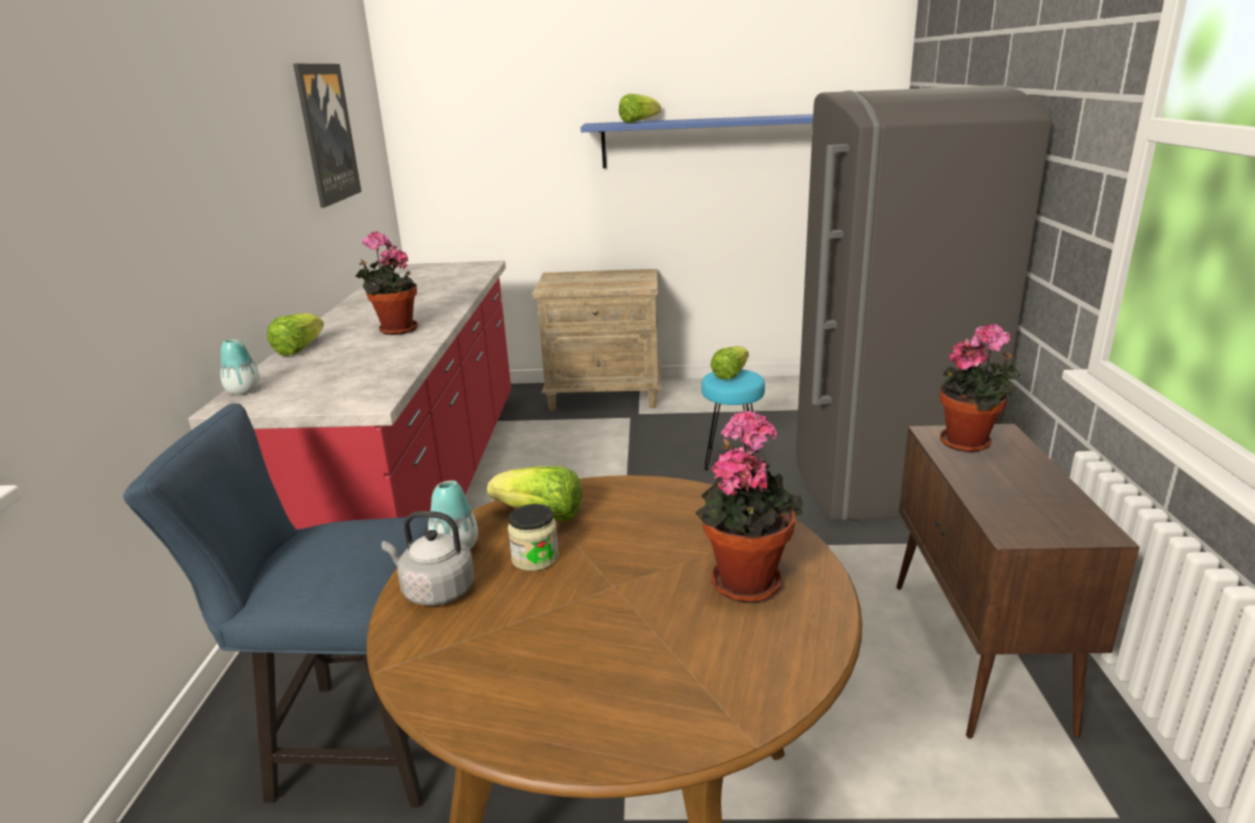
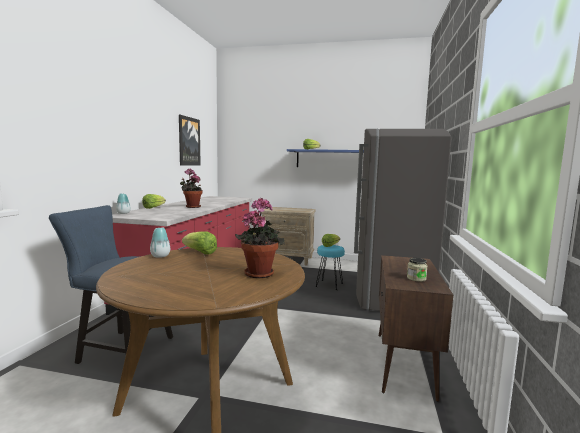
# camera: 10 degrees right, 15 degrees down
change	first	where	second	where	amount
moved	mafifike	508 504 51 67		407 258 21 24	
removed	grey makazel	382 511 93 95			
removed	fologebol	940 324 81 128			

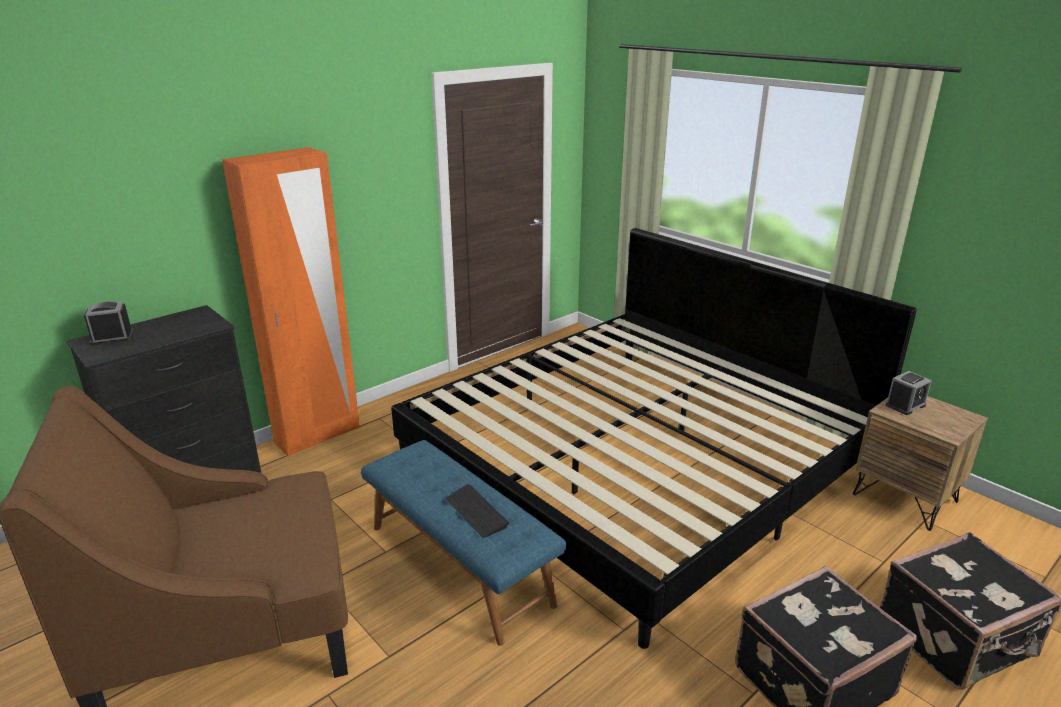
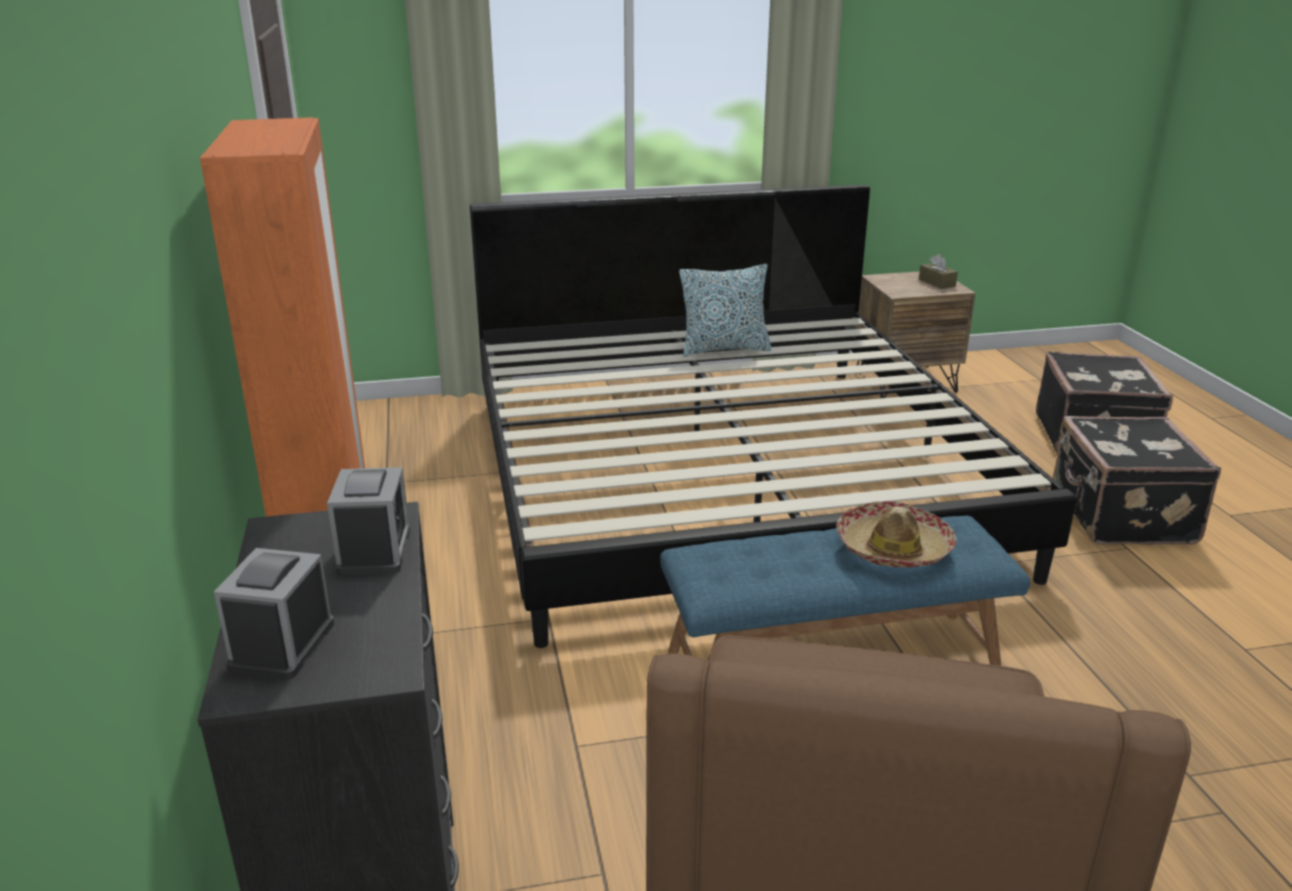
# camera: 60 degrees left, 0 degrees up
change	first	where	second	where	amount
moved	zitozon	886 371 46 44		327 467 83 108	
added			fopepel	679 264 93 92	
replaced	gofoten	446 484 63 54	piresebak	836 501 121 66	
added			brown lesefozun	919 254 39 35	

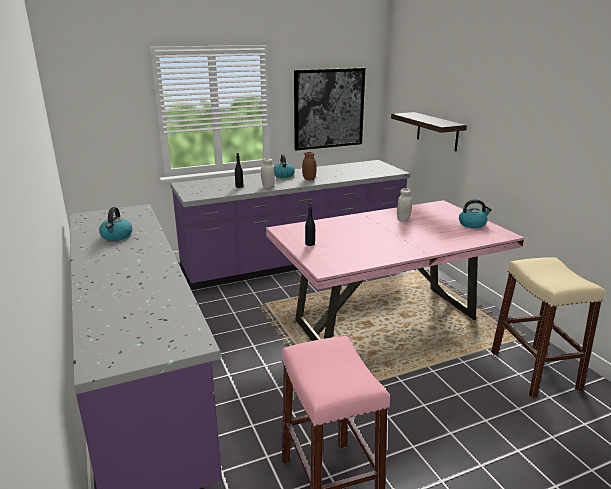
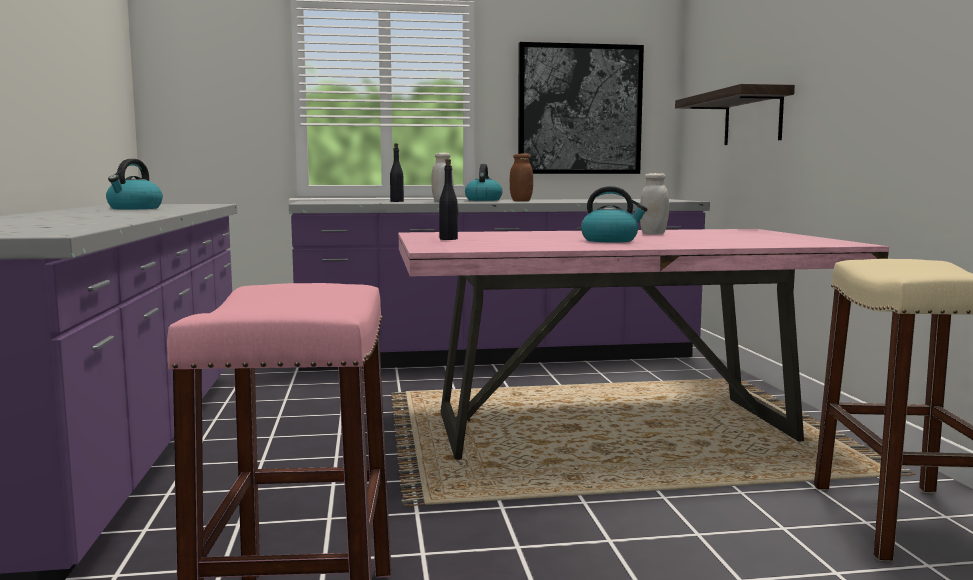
# camera: 15 degrees right, 15 degrees down
change	first	where	second	where	amount
moved	makazel	459 199 33 29		581 186 67 56	

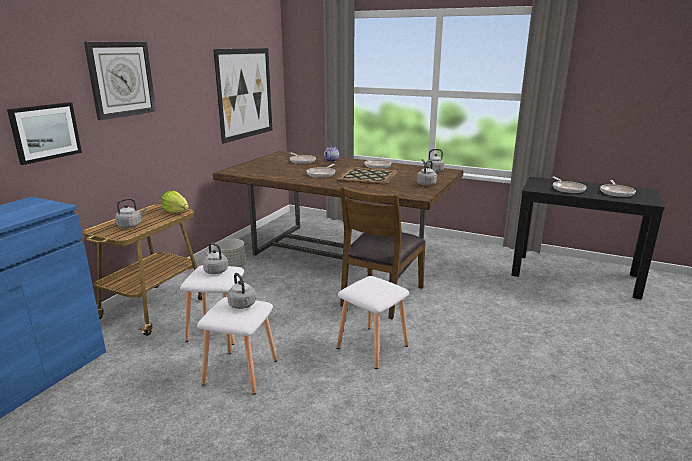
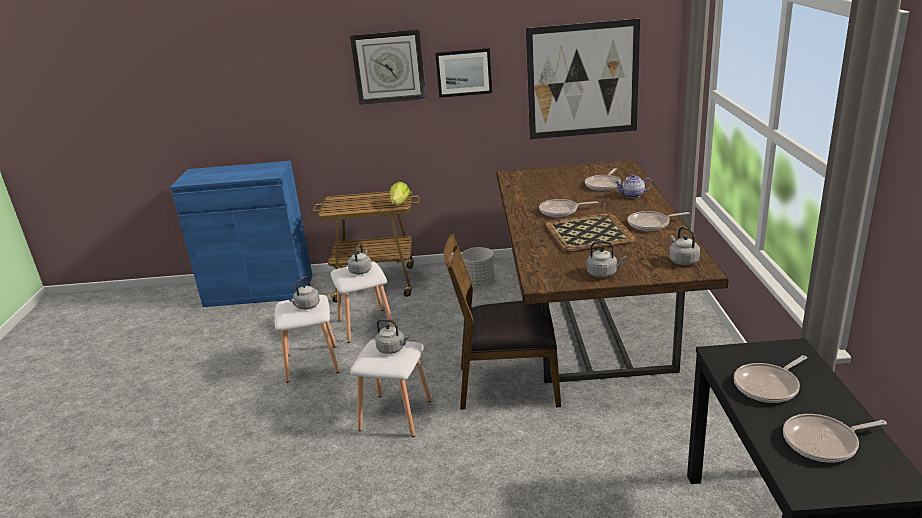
# camera: 65 degrees right, 5 degrees up
change	first	where	second	where	amount
moved	grey makazel	115 198 32 30		375 319 34 35	
moved	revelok	7 102 75 63		435 48 57 50	

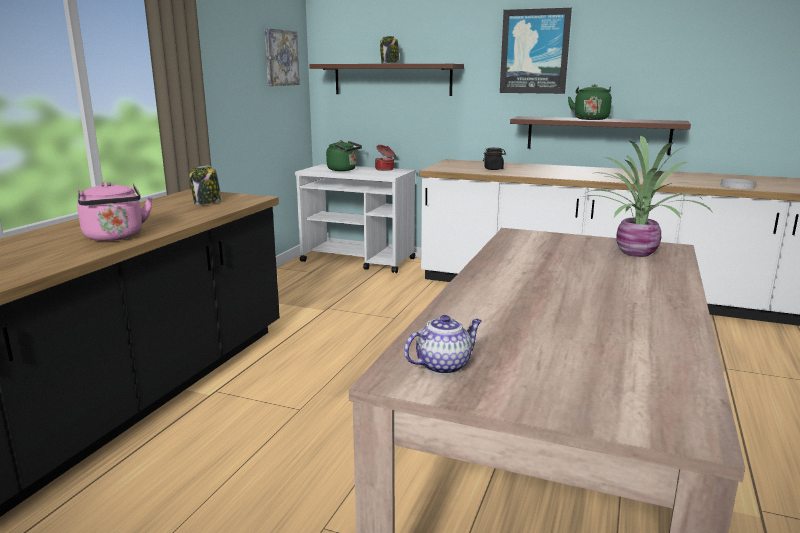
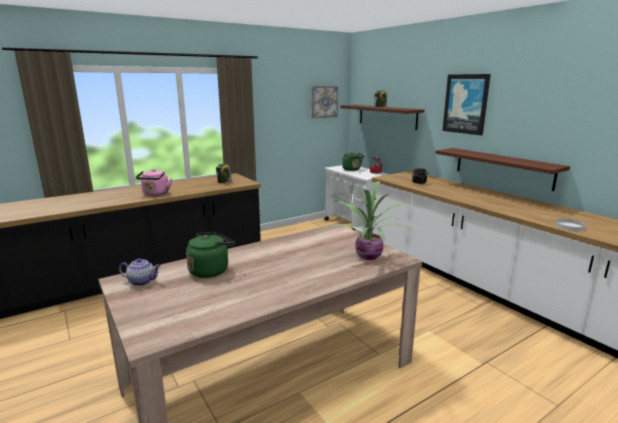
# camera: 35 degrees right, 0 degrees up
change	first	where	second	where	amount
moved	green makazel	568 84 44 36		186 232 49 46	

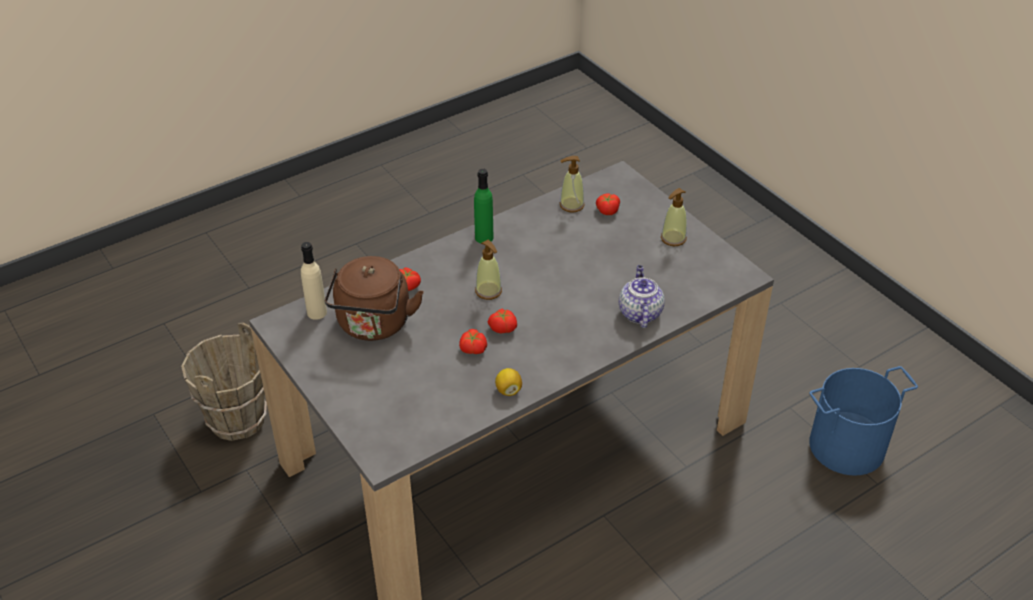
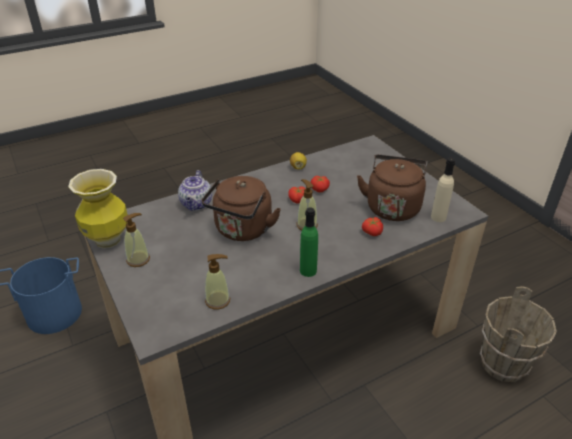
# camera: 175 degrees left, 5 degrees down
change	first	where	second	where	amount
added			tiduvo	68 169 60 80	
added			brown makazel	201 176 80 65	
removed	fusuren	596 194 24 21			

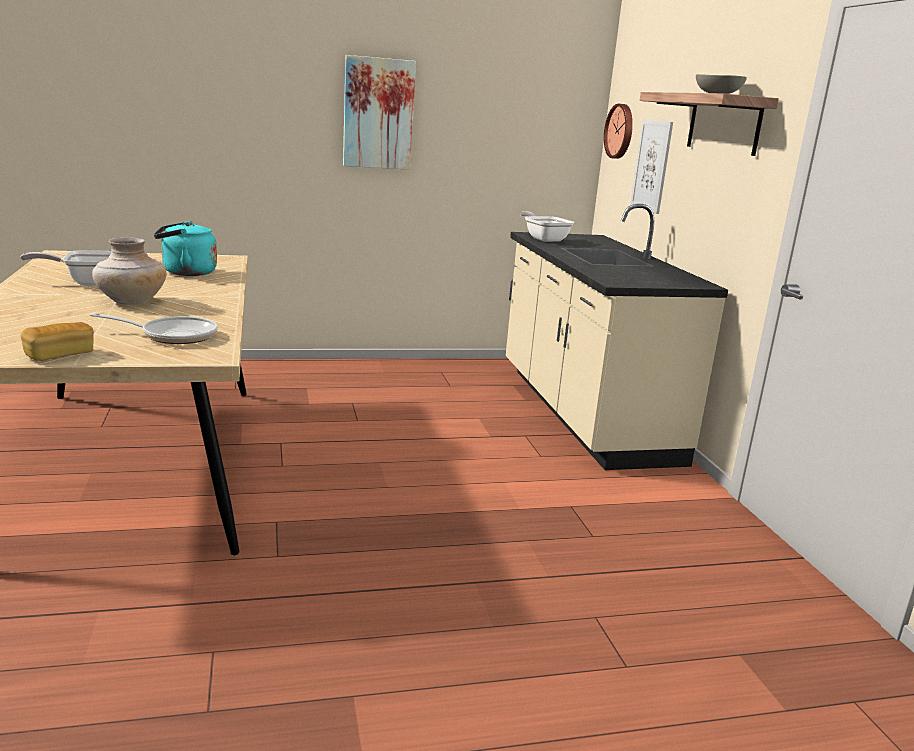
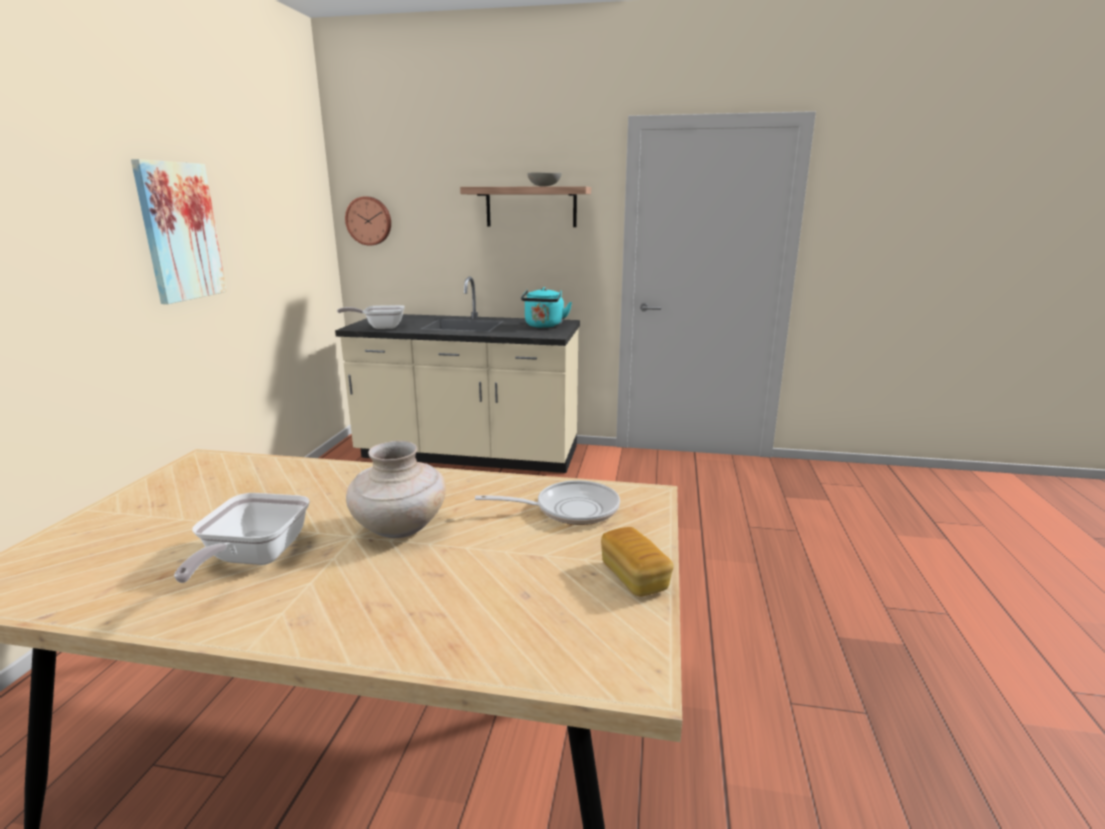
# camera: 65 degrees left, 0 degrees up
change	first	where	second	where	amount
turned	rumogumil	90 313 128 31		475 480 145 45	60 degrees clockwise
moved	turquoise makazel	154 221 63 55		521 287 51 41	
removed	revelok	630 119 43 95			

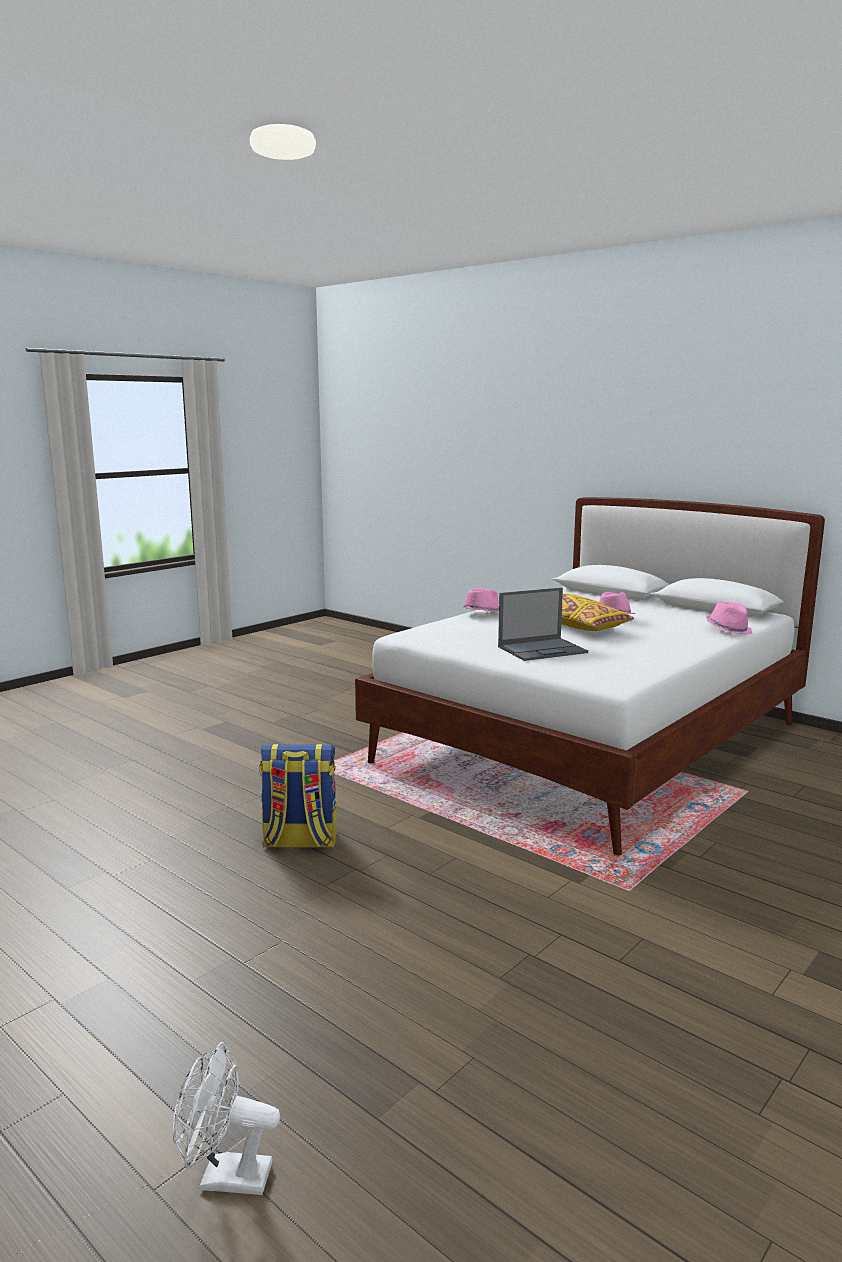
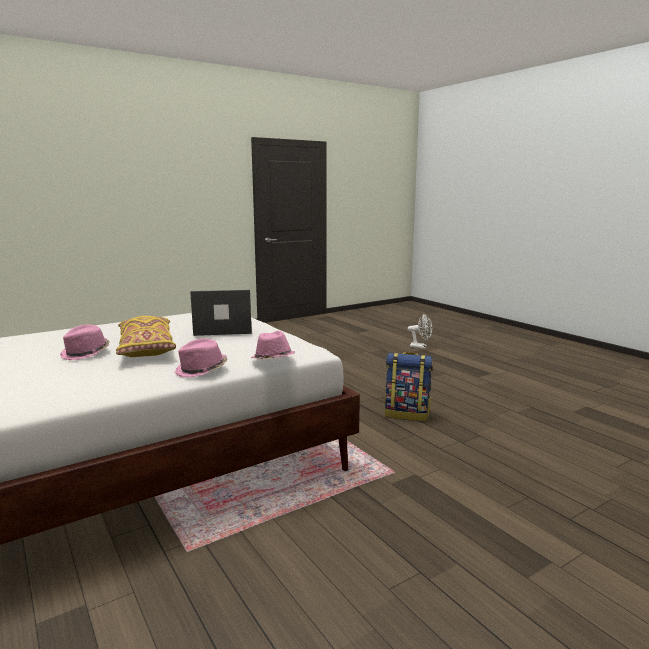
# camera: 165 degrees left, 0 degrees up
change	first	where	second	where	amount
moved	pink piresebak	706 602 46 33		251 331 44 28	

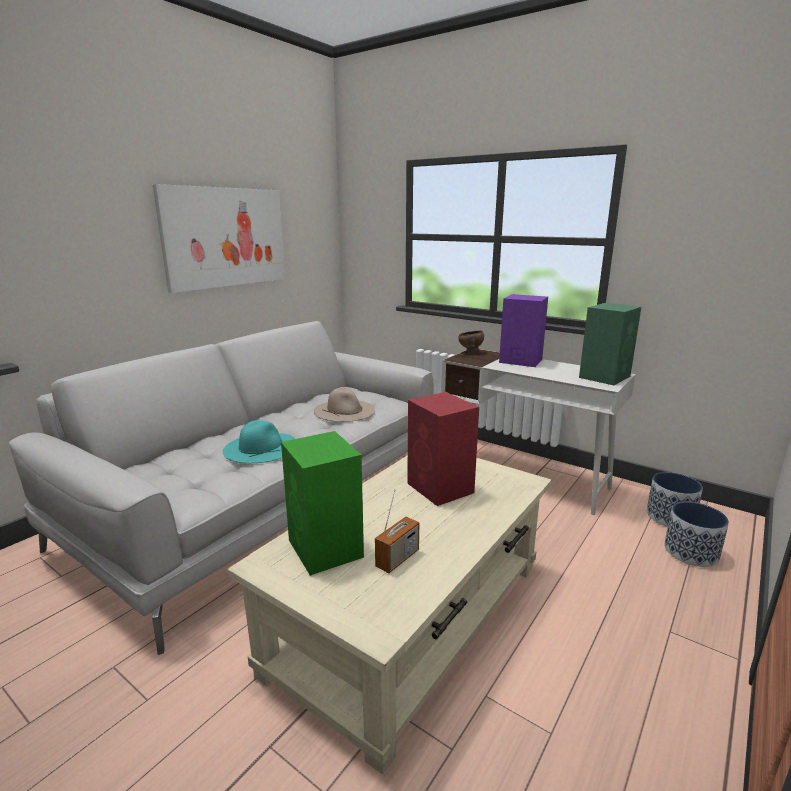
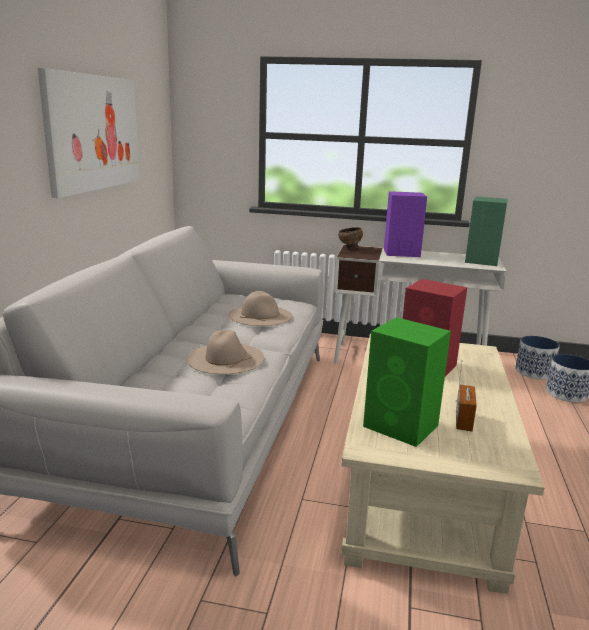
# camera: 25 degrees left, 0 degrees up
change	first	where	second	where	amount
recoloured	turquoise piresebak	223 420 72 43	beige piresebak	187 330 77 44	

